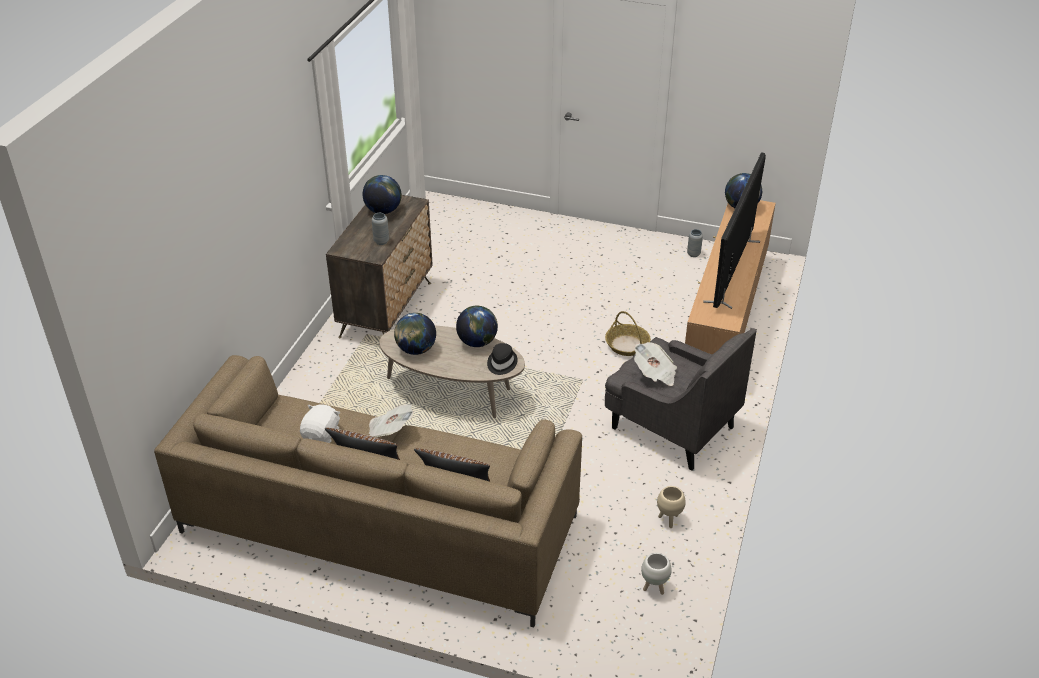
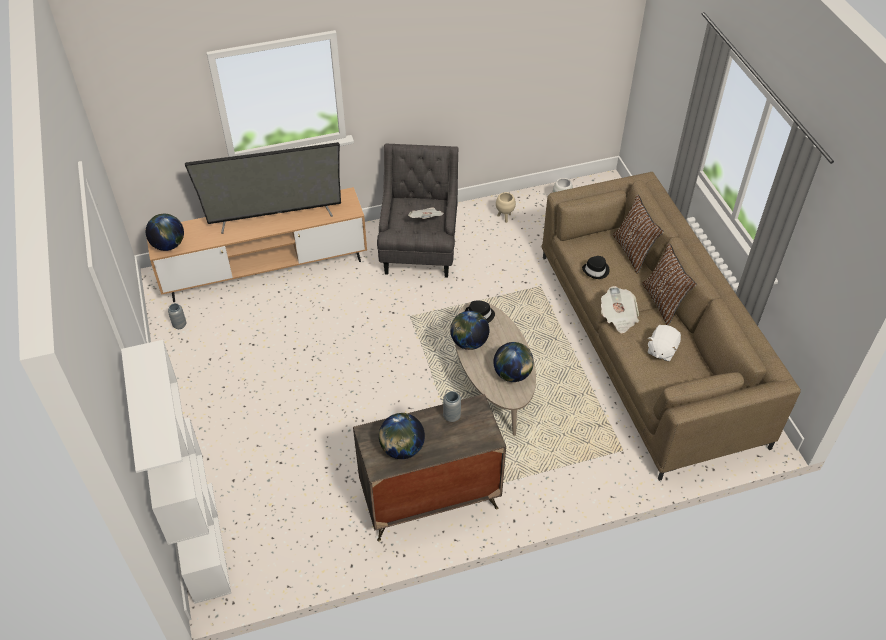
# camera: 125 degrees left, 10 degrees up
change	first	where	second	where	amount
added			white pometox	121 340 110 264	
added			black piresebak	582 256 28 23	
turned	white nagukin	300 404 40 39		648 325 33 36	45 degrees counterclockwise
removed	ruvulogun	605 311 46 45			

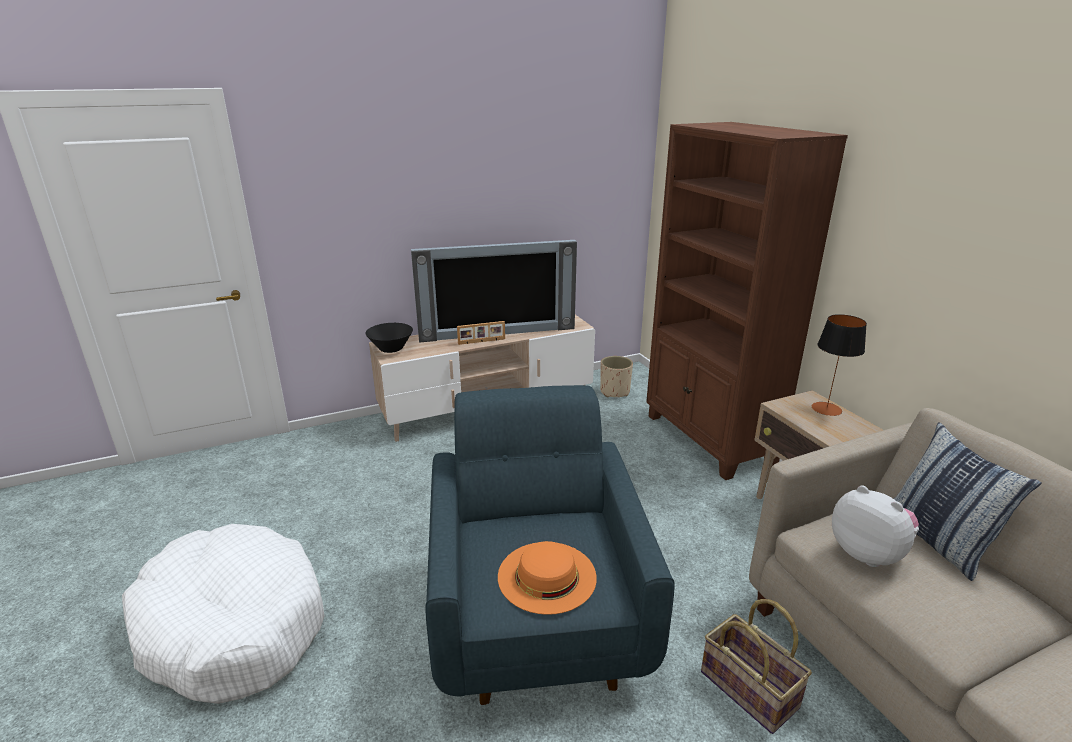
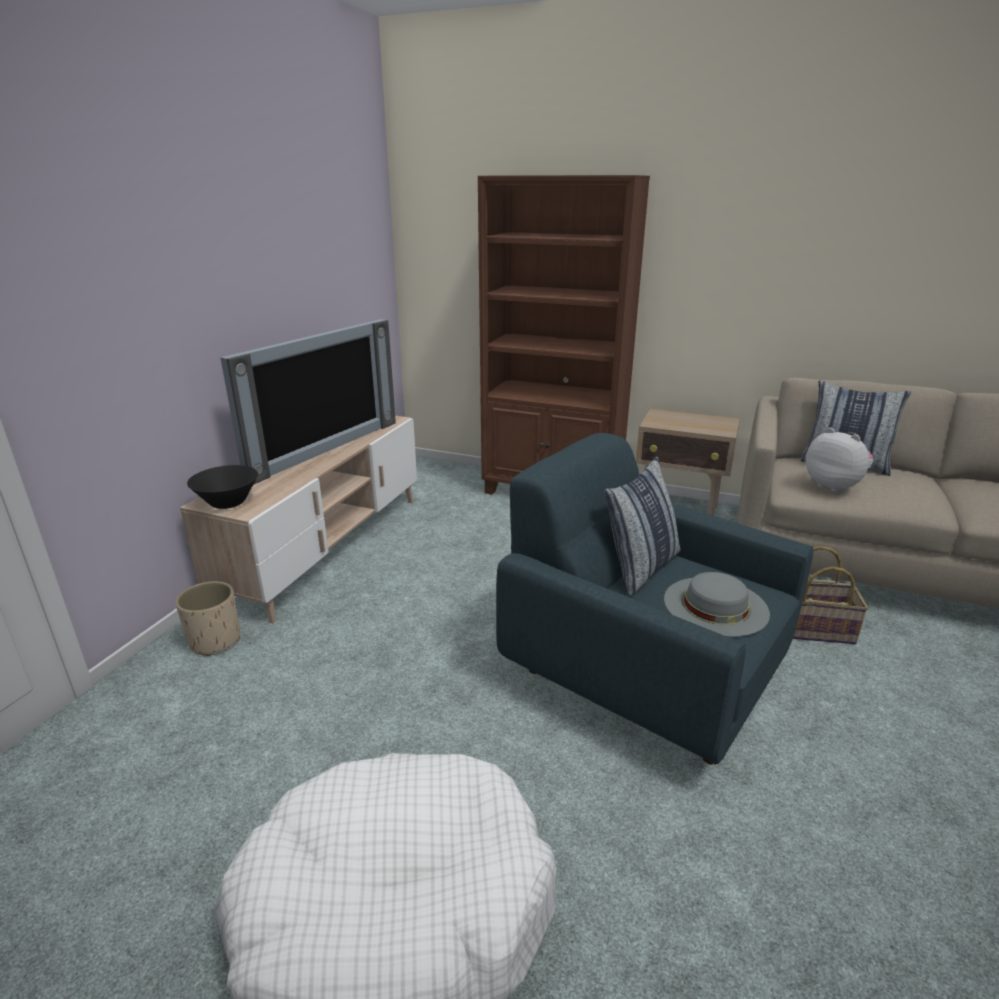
# camera: 45 degrees left, 0 degrees up
change	first	where	second	where	amount
moved	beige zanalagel	600 356 33 41		175 581 65 75	
added			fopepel	604 457 77 139	
recoloured	orange piresebak	498 541 99 74	grey piresebak	664 572 106 65	
turned	nagukin	832 486 87 81		806 428 67 65	45 degrees clockwise
removed	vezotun	457 321 48 24			
removed	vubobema	812 314 55 102			

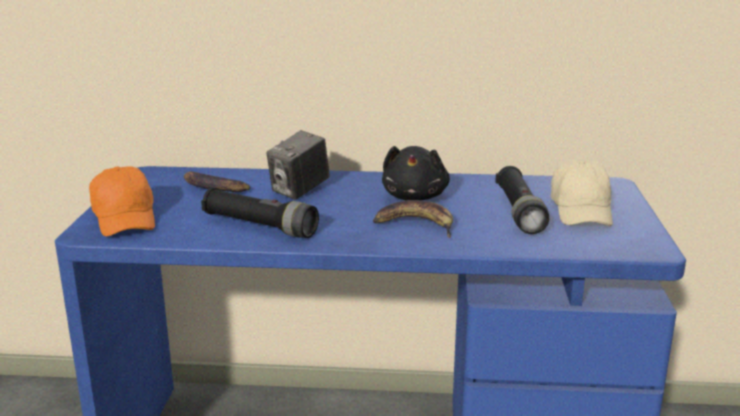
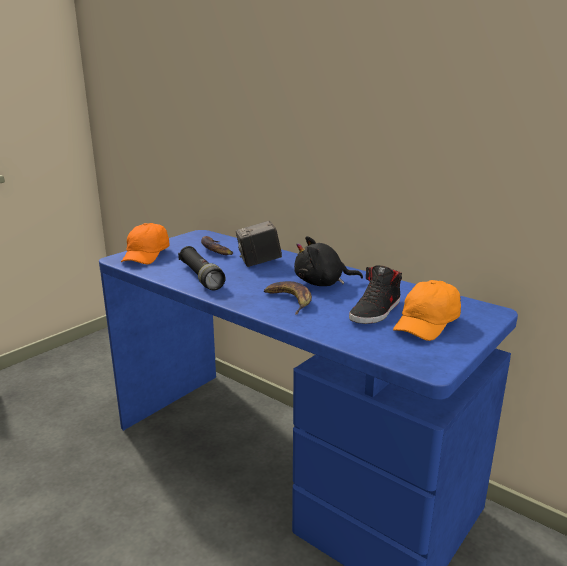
# camera: 35 degrees right, 0 degrees up
change	first	where	second	where	amount
turned	black nagukin	382 146 68 54		294 236 69 50	45 degrees clockwise
replaced	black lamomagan	495 166 54 68	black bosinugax	349 265 53 59	
recoloured	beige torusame	551 159 62 67	orange torusame	393 280 68 61	

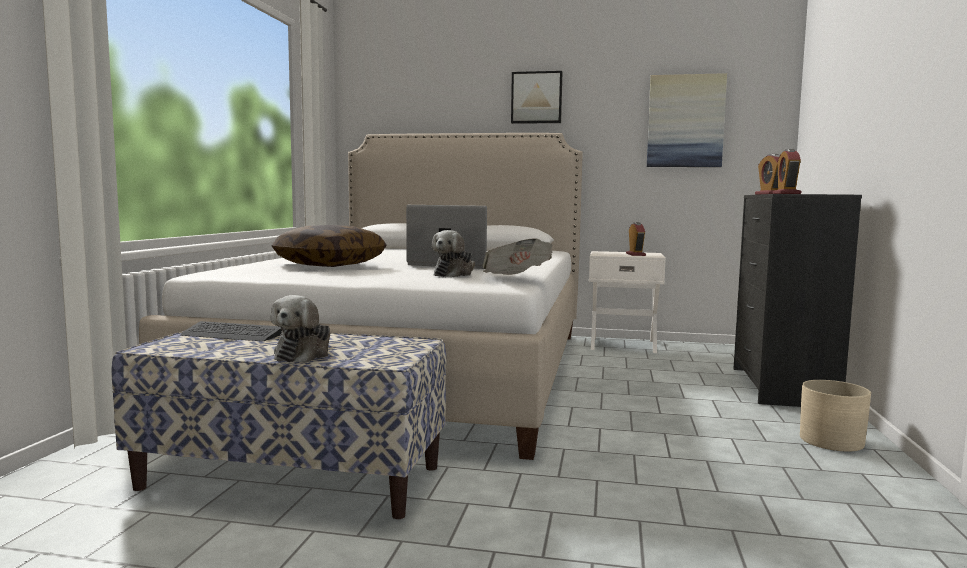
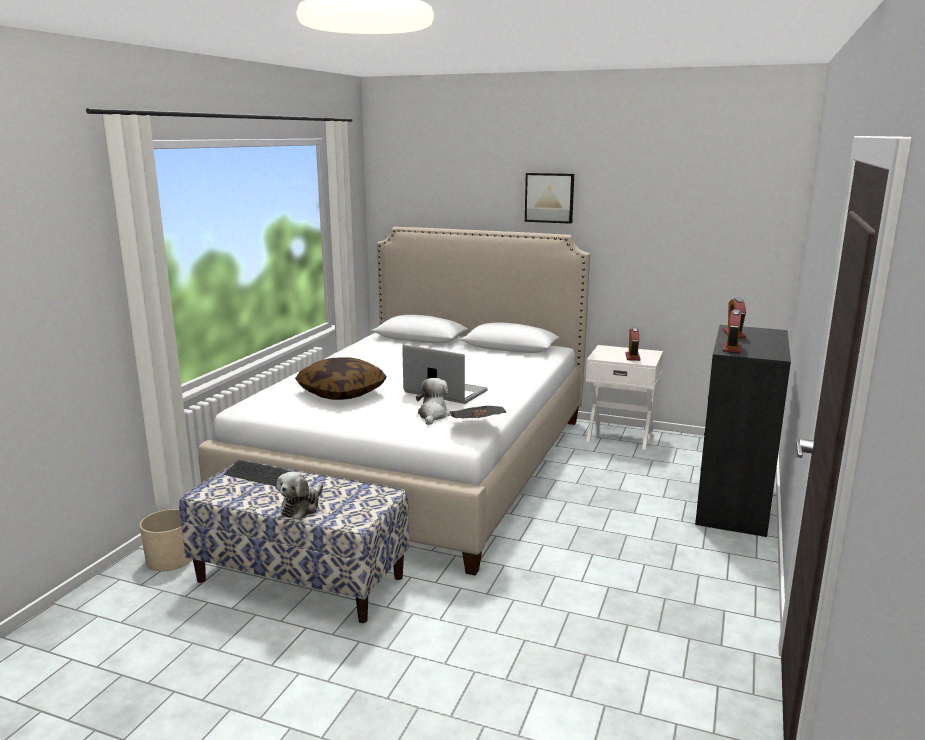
# camera: 10 degrees right, 10 degrees up
change	first	where	second	where	amount
moved	beige zanalagel	800 380 71 72		140 509 53 62	
turned	nagukin	432 230 43 47		416 378 35 47	150 degrees clockwise
removed	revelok	647 73 80 94			

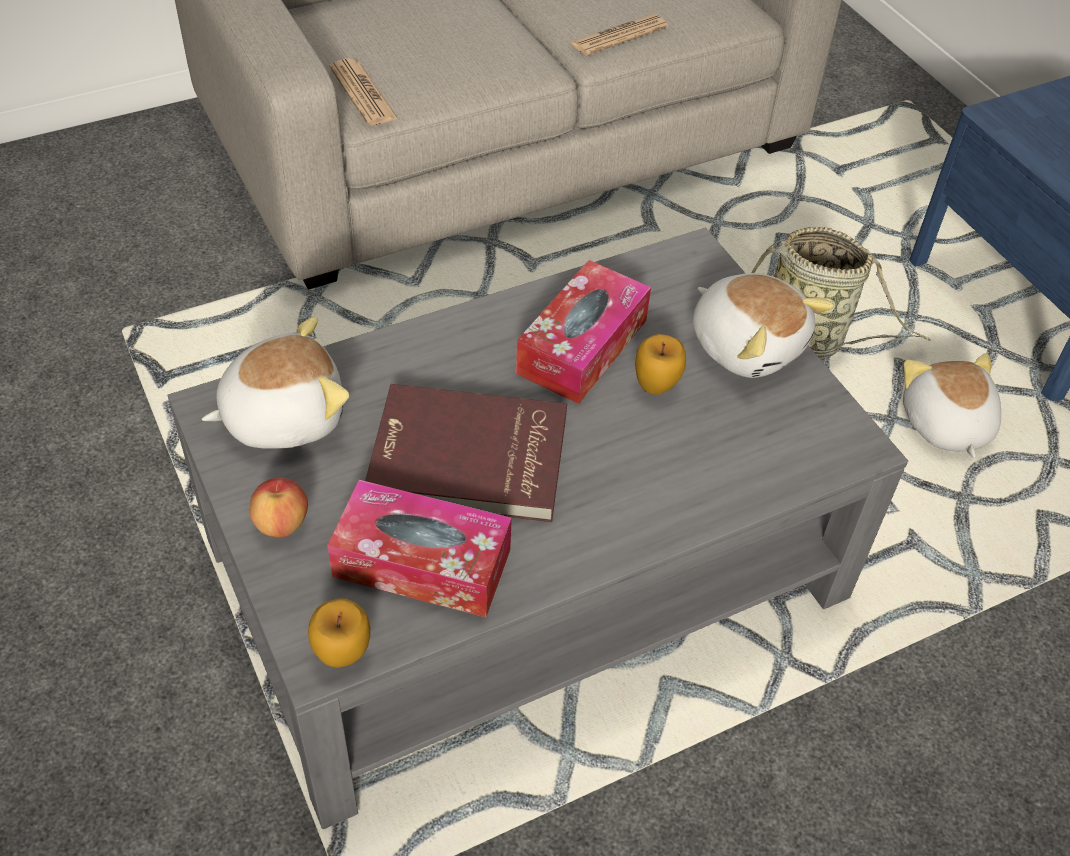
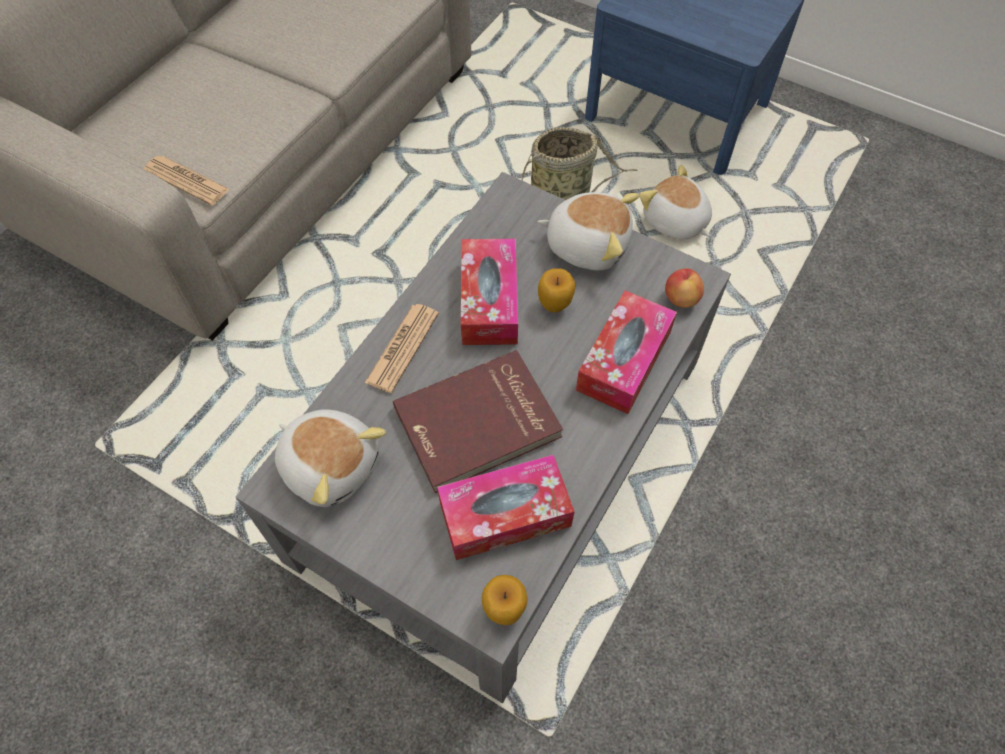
# camera: 30 degrees left, 10 degrees up
change	first	where	second	where	amount
turned	nagukin	202 317 147 132		275 409 111 98	90 degrees clockwise
moved	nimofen	569 14 99 42		365 304 74 89	
added			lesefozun	576 290 101 124	
moved	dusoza	250 478 58 59		665 268 39 40	

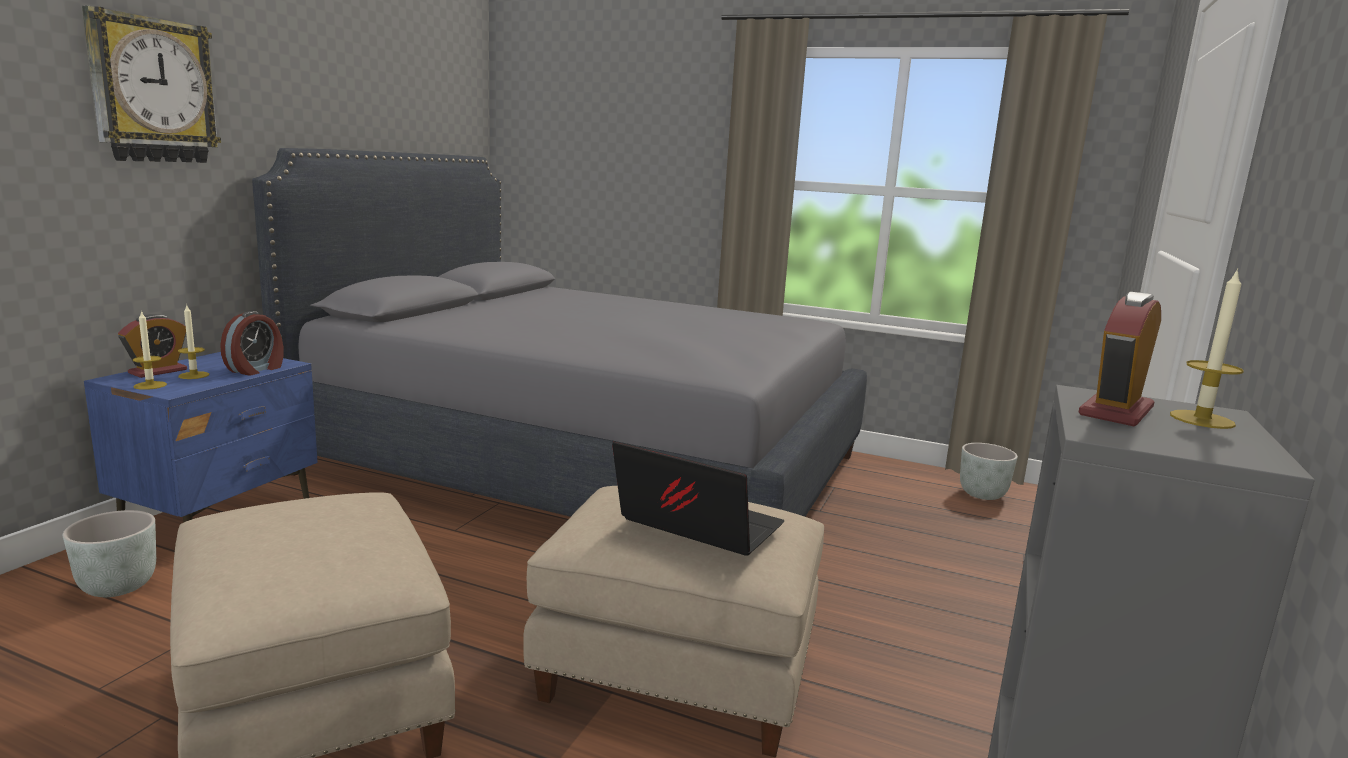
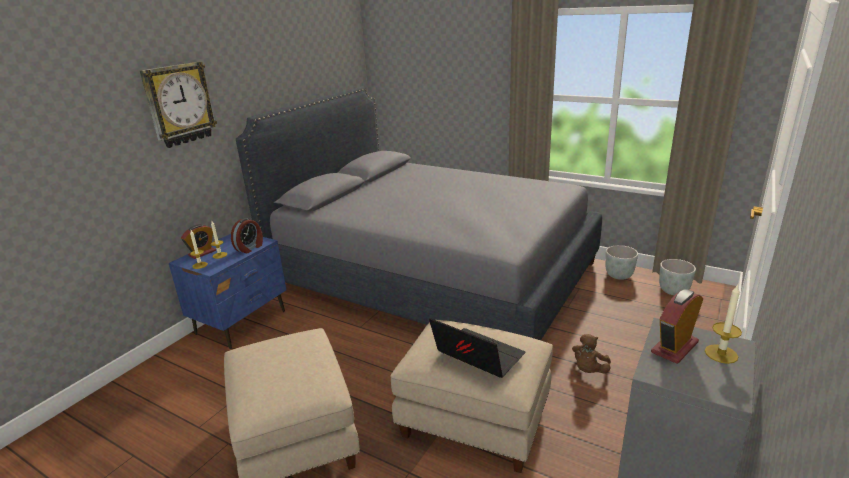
# camera: 10 degrees right, 10 degrees up
change	first	where	second	where	amount
added			brown nagukin	572 334 39 40	
moved	grey zanalagel	63 510 93 87		606 245 32 35	

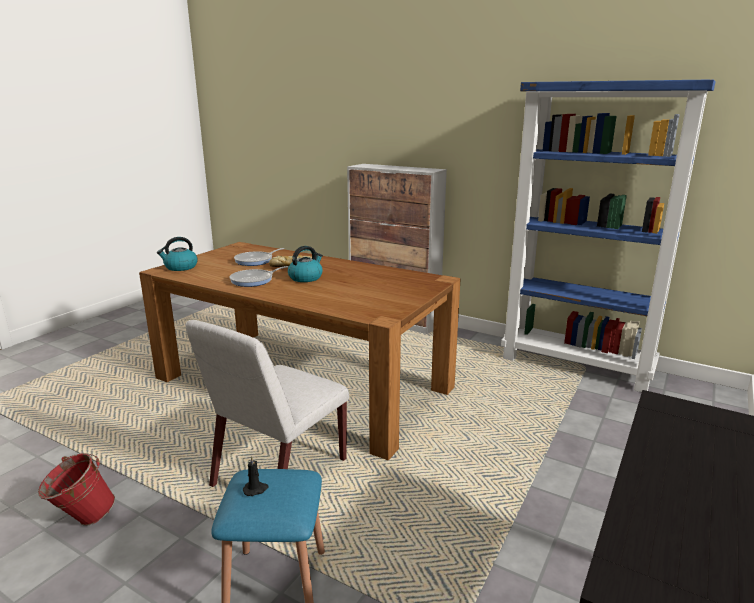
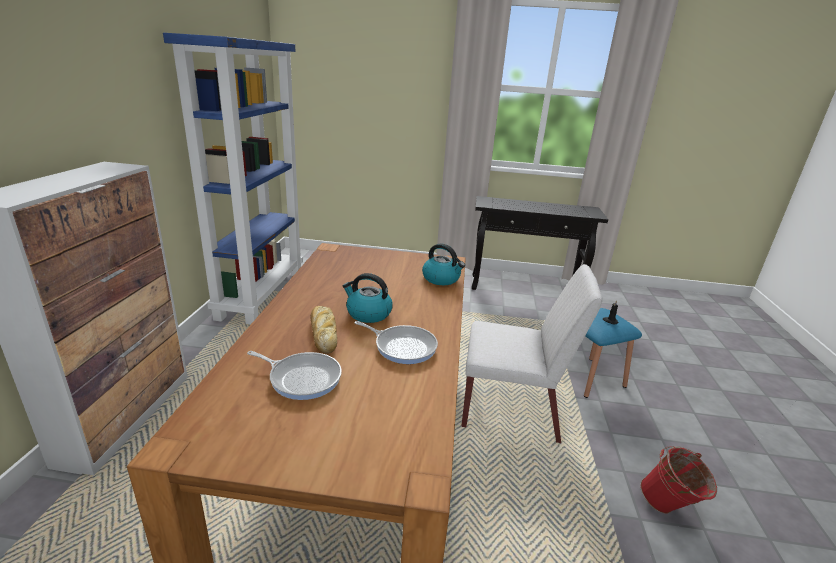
# camera: 115 degrees left, 5 degrees up
change	first	where	second	where	amount
moved	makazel	157 237 41 34		422 244 43 41	

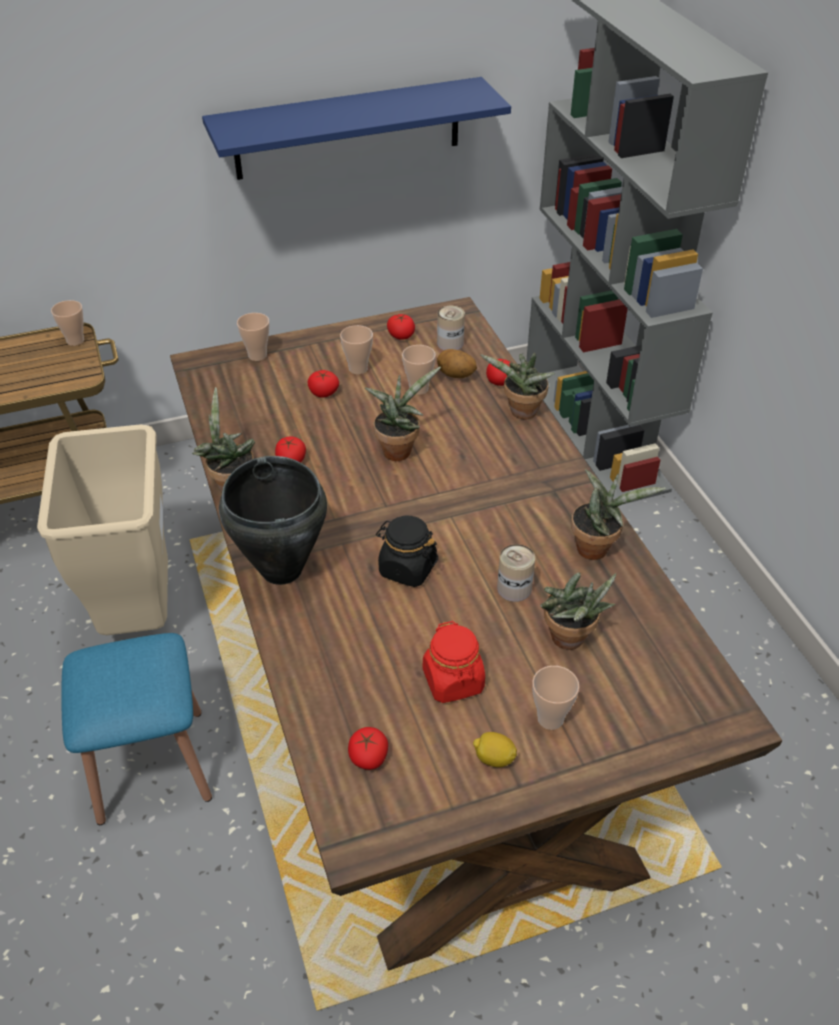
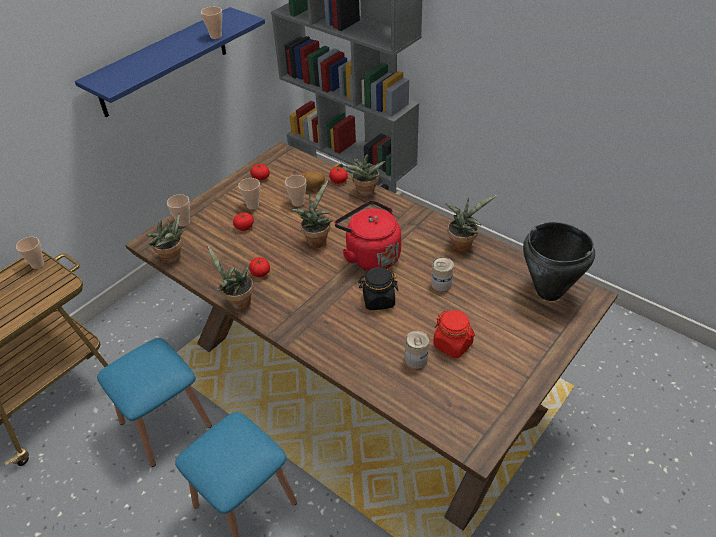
# camera: 30 degrees left, 0 degrees up
change	first	where	second	where	amount
replaced	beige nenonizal	37 424 131 211	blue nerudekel	97 338 115 129	
moved	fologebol	540 573 77 77		147 213 39 51	
moved	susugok	532 666 47 64		201 7 21 32	
added			red makazel	334 200 67 71	
moved	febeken	437 306 28 44		405 331 24 38	
moved	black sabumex	219 456 108 129		523 222 72 79	
removed	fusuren	348 727 40 43			
removed	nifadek	473 732 44 35			

